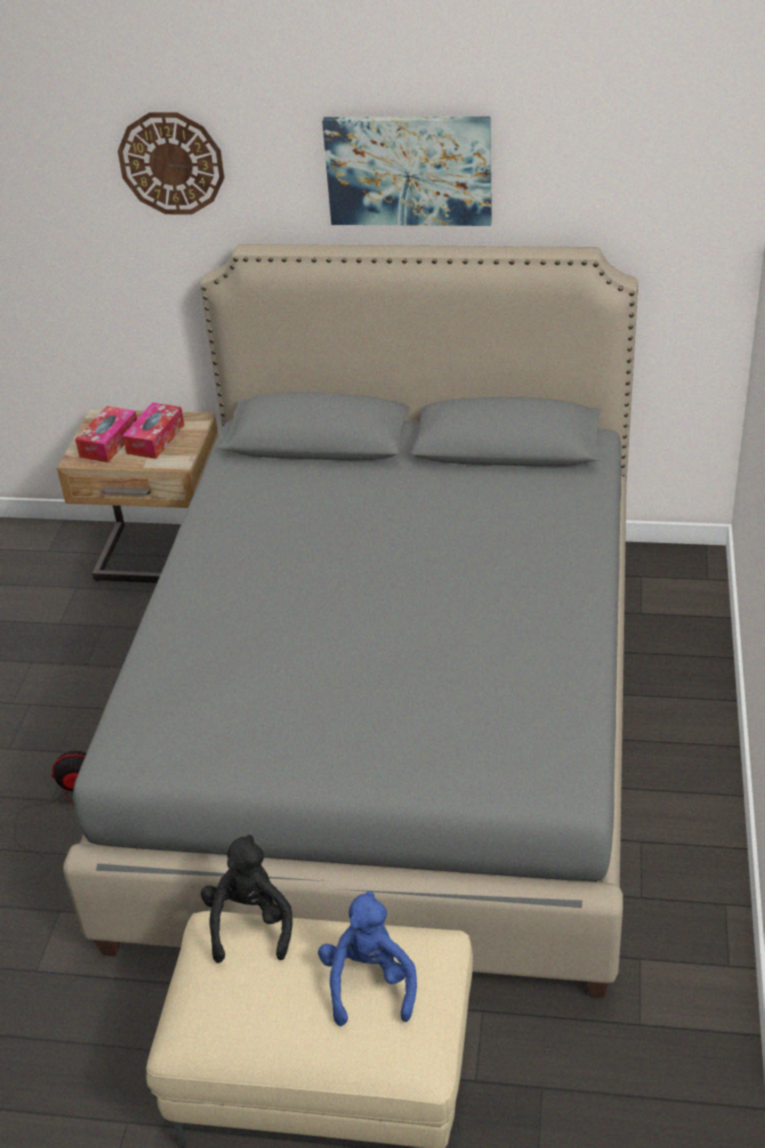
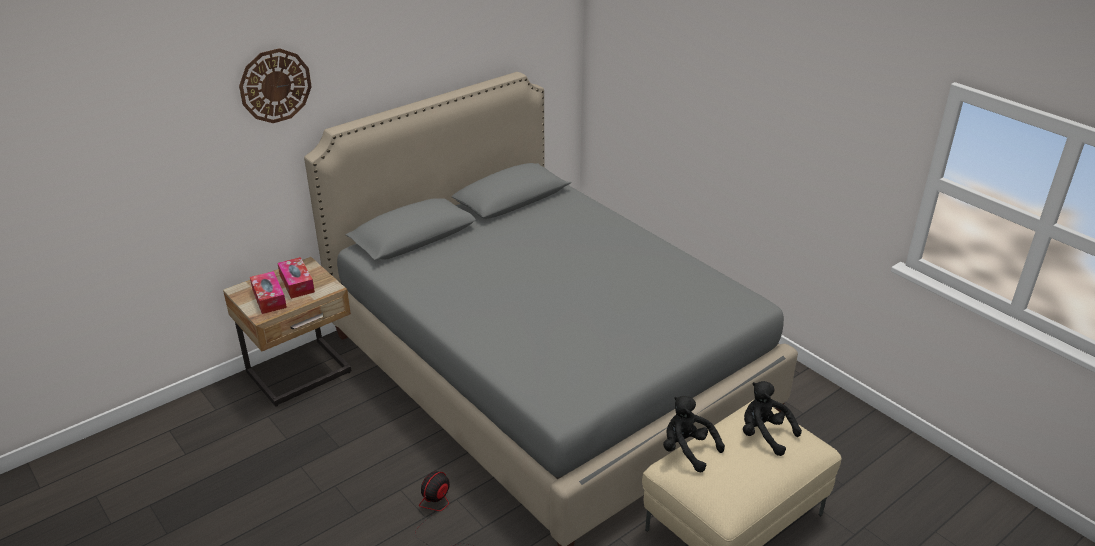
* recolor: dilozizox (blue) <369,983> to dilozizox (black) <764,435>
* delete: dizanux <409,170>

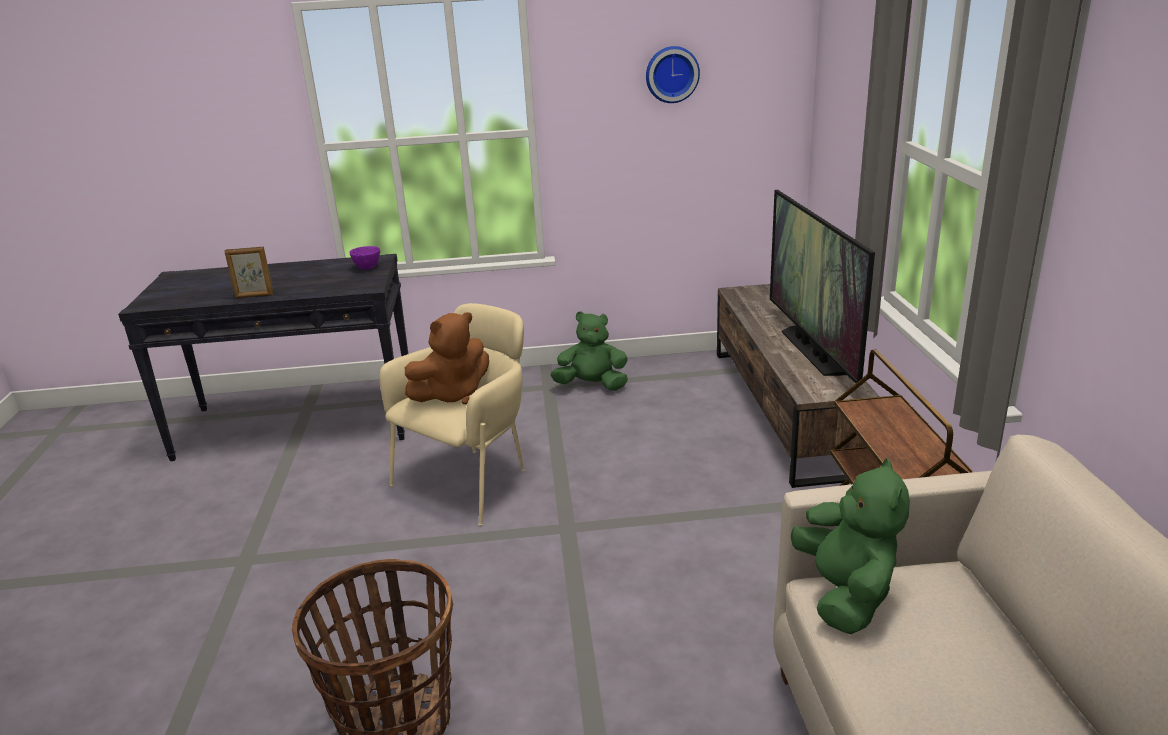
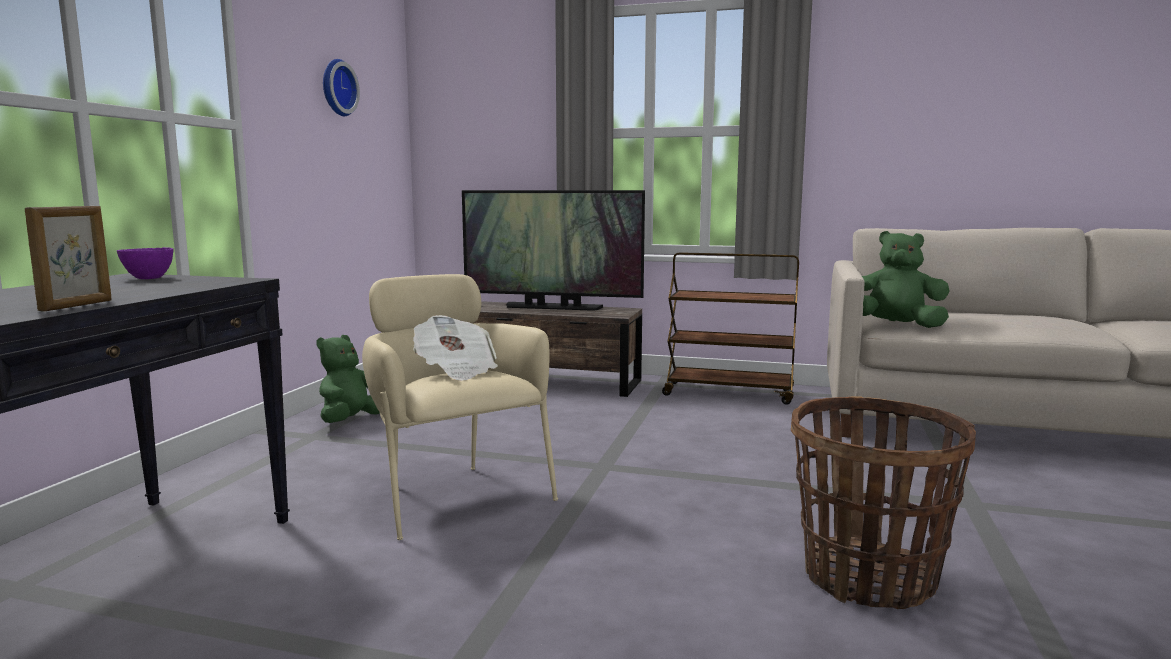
* replace: dilozizox (brown) <452,394> to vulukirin <456,370>

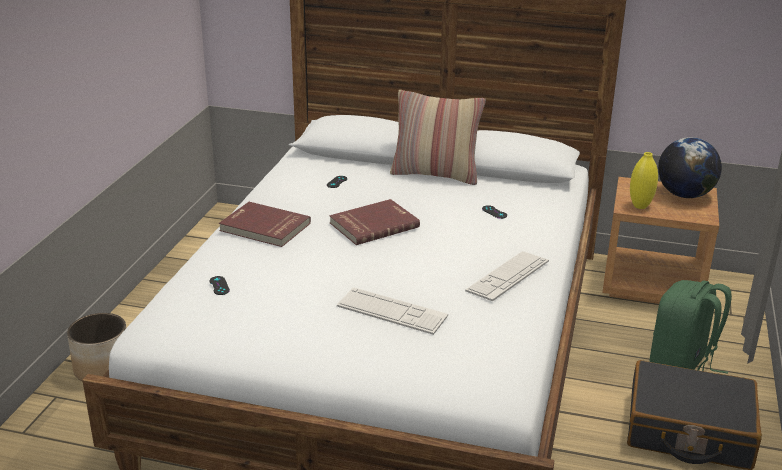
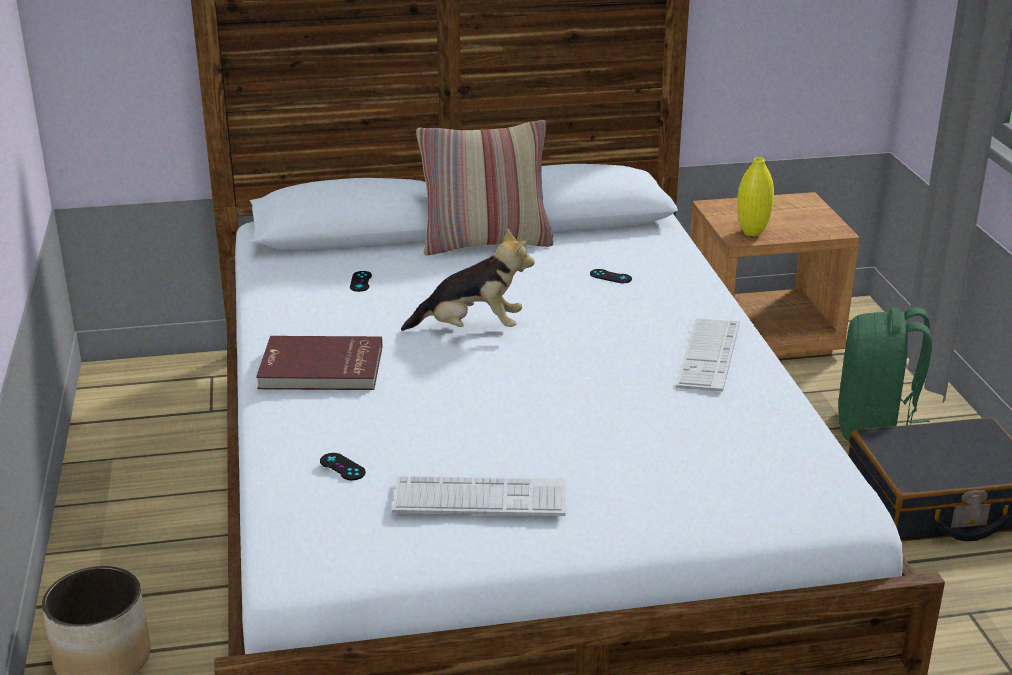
* replace: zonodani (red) <373,224> to dilozizox <471,329>
* move: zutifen <391,311> to <479,498>
* delete: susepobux <684,195>

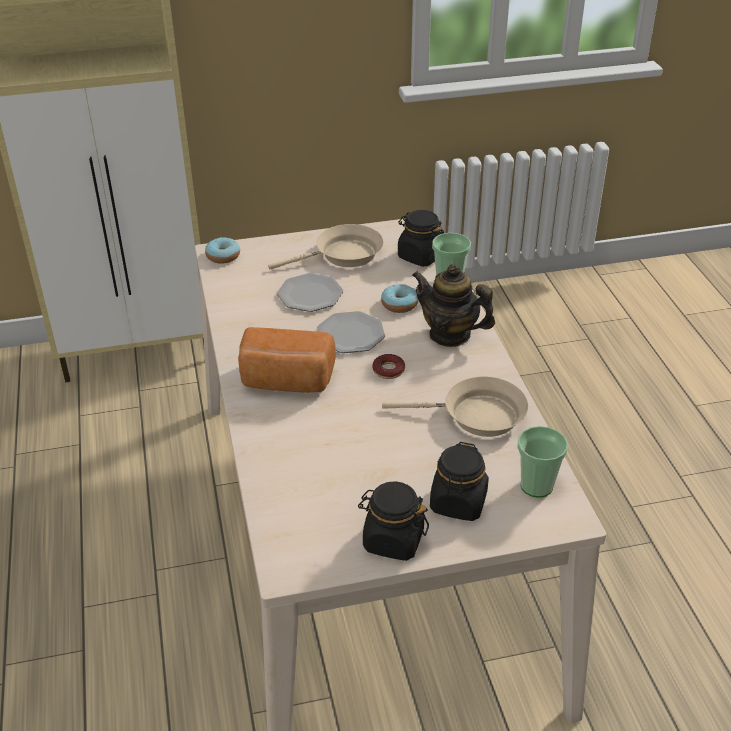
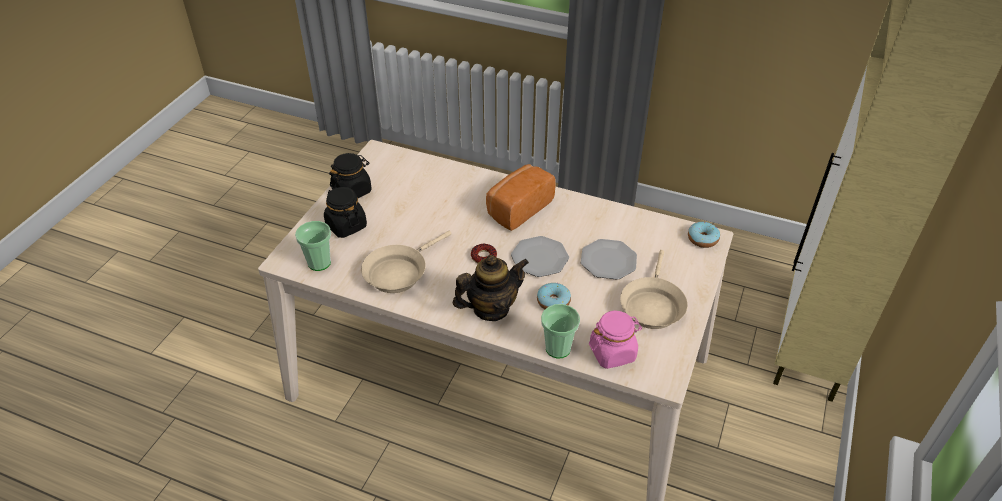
* recolor: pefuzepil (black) <420,256> to pefuzepil (pink) <612,352>

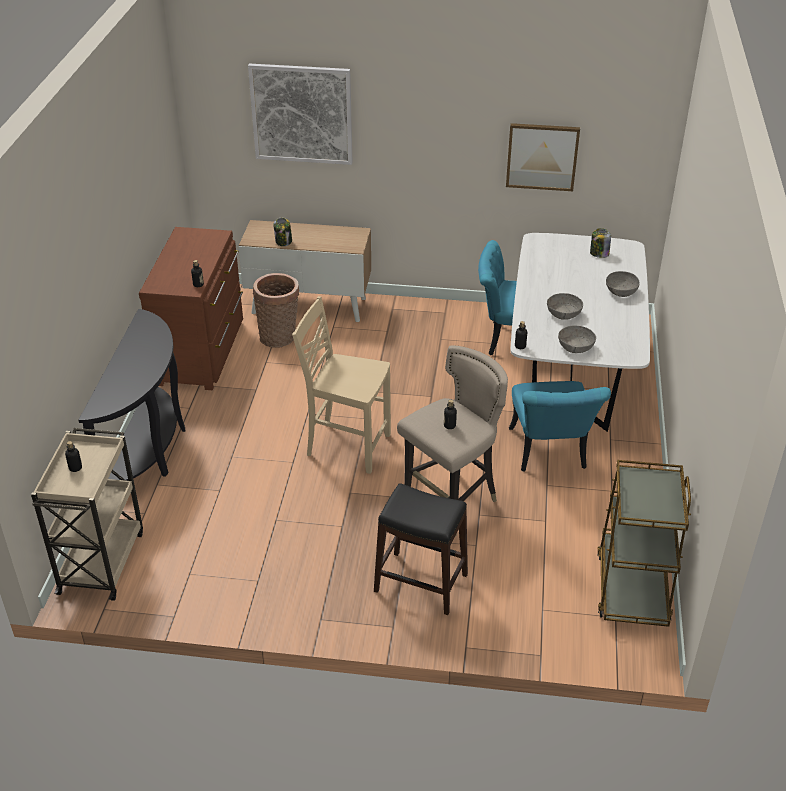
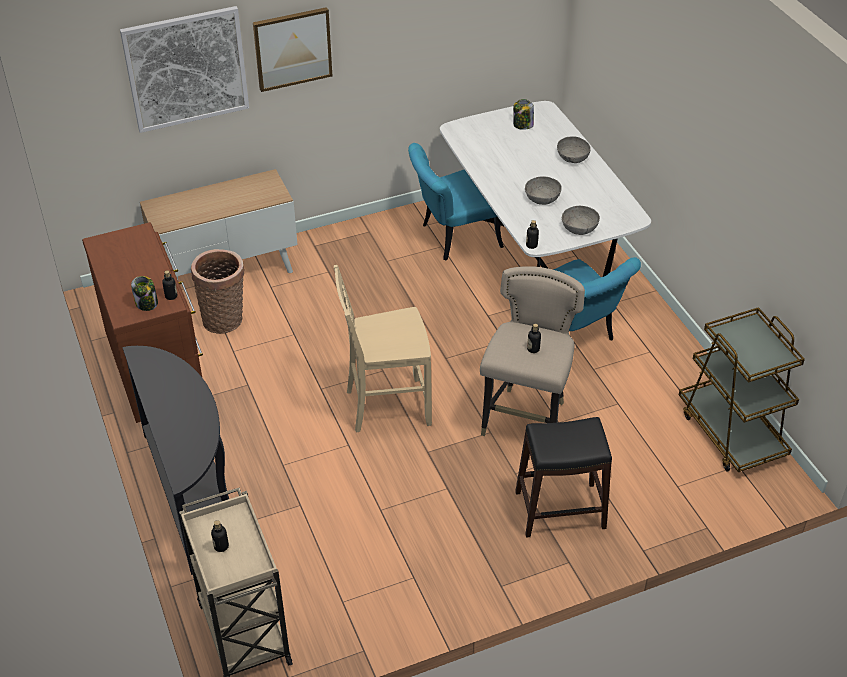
* move: pefuzepil <283,241> to <147,303>
* move: dizanux <542,156> to <292,48>

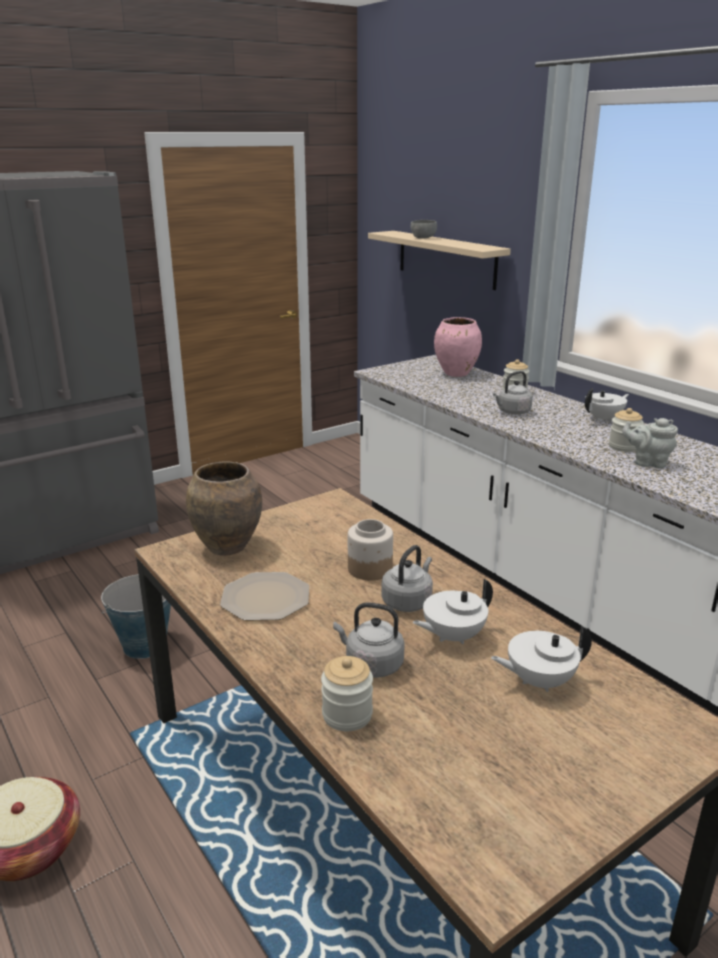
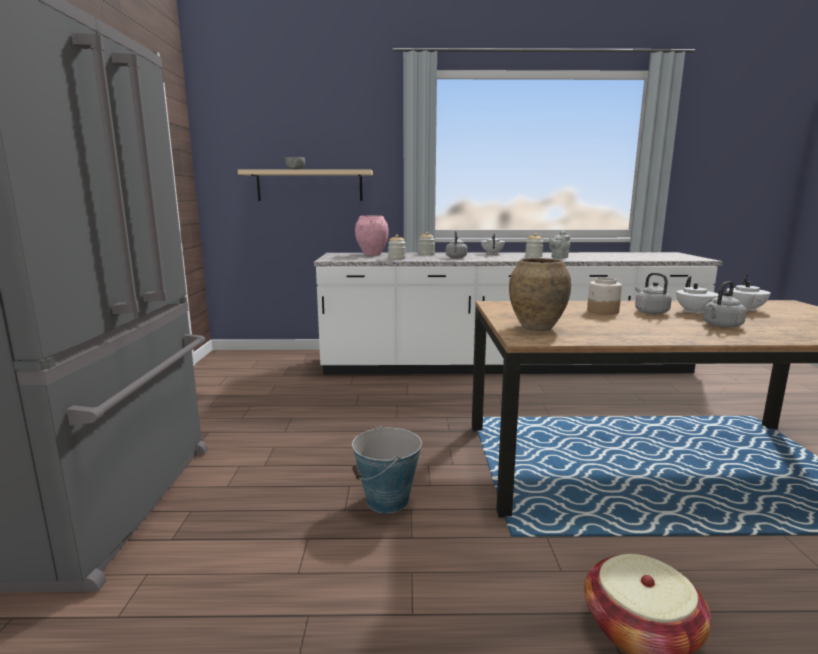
* delete: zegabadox <264,598>
* move: pefuzepil <347,715> to <396,258>

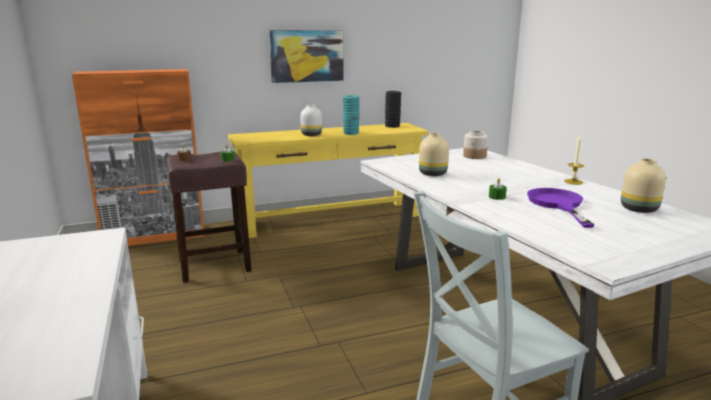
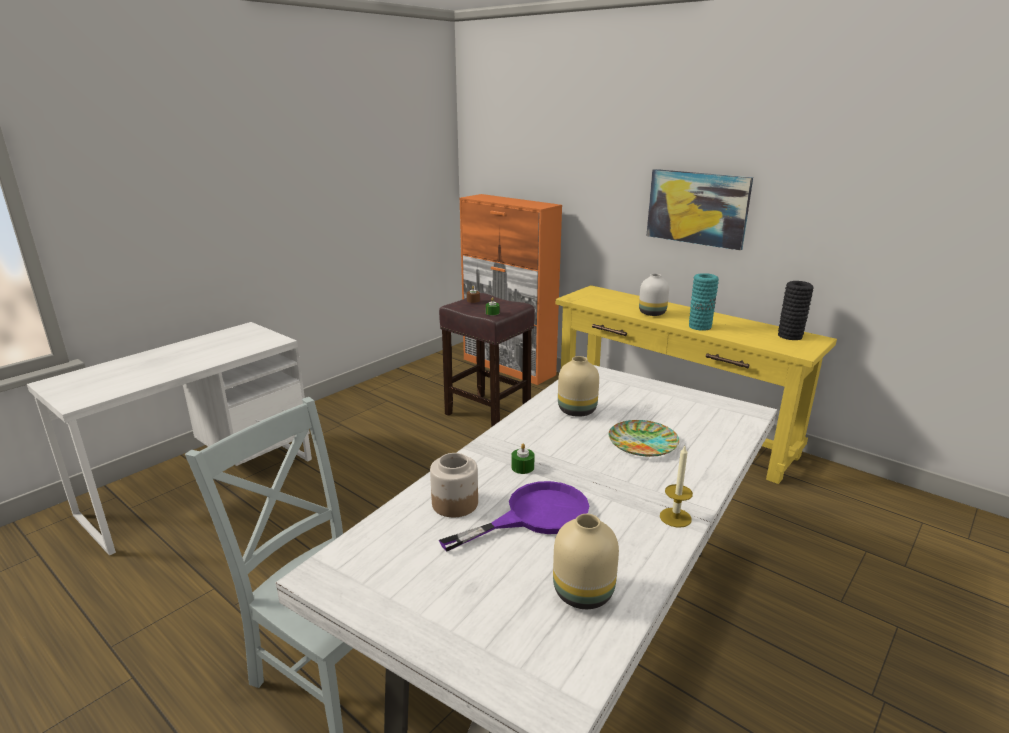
* move: pefuzepil <474,156> to <454,504>
* insert: zegabadox <642,442>

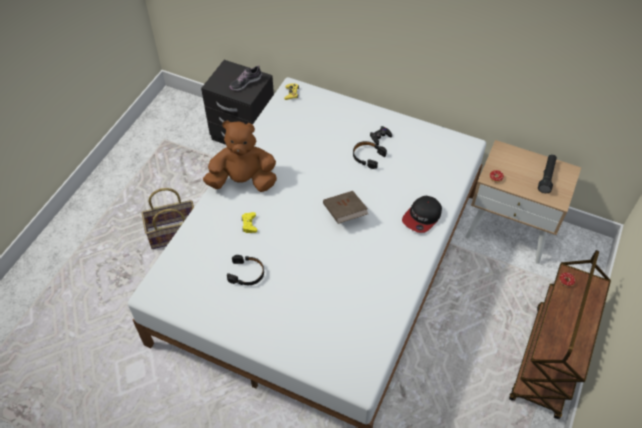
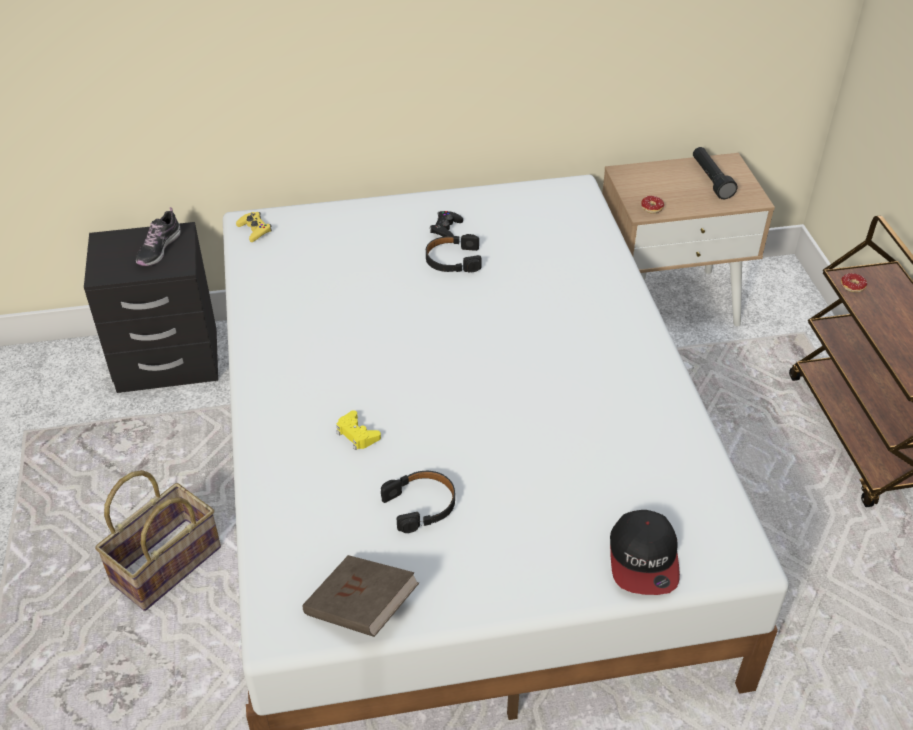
* delete: dilozizox (brown) <243,181>
* move: zonodani (brown) <344,213> to <361,610>
* move: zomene <422,217> to <644,559>

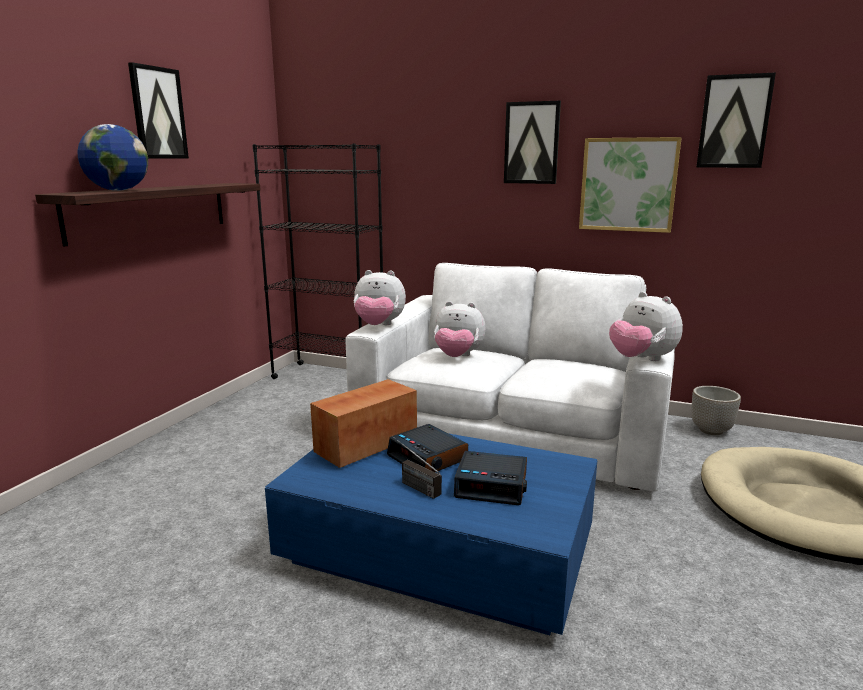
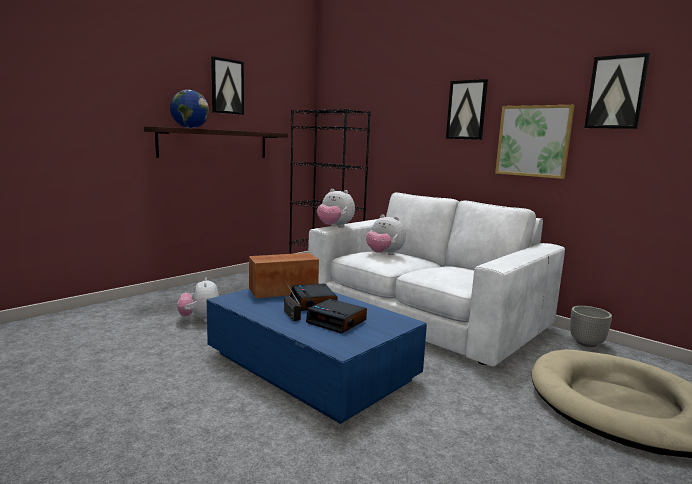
* move: dilozizox <641,359> to <200,319>

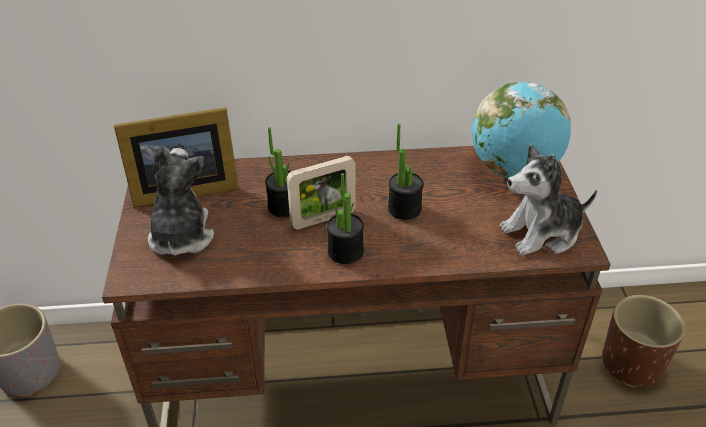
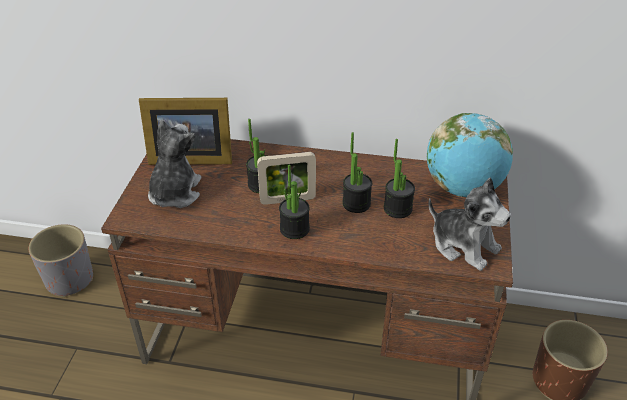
* rotate: dilozizox <542,233> = <464,245> 135 degrees counterclockwise
* insert: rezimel <397,209>

